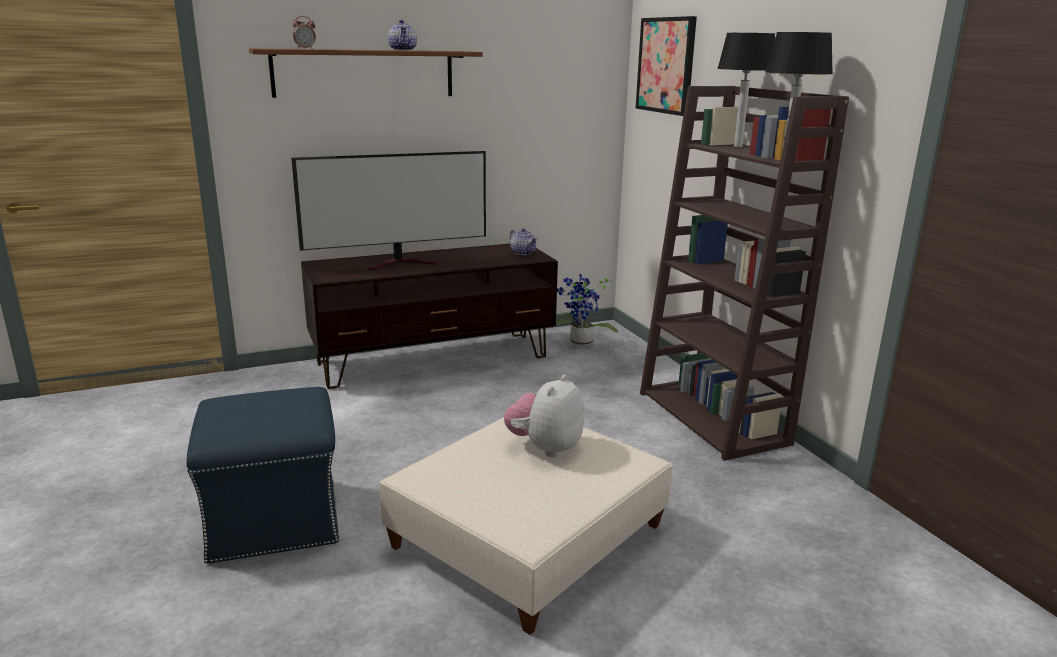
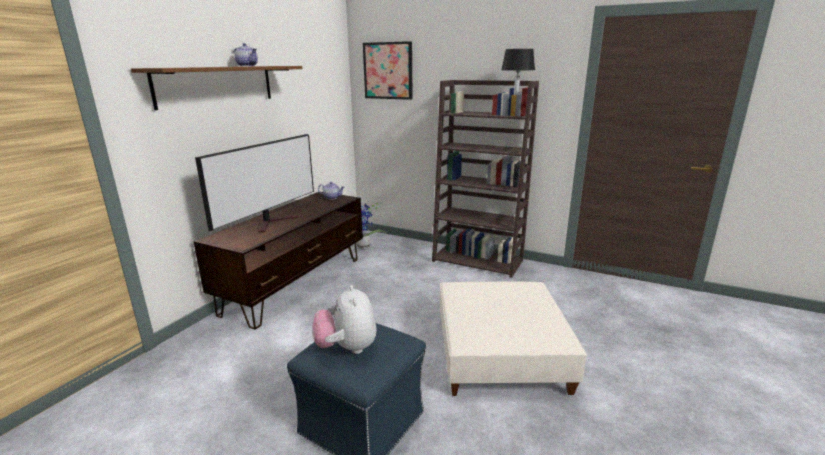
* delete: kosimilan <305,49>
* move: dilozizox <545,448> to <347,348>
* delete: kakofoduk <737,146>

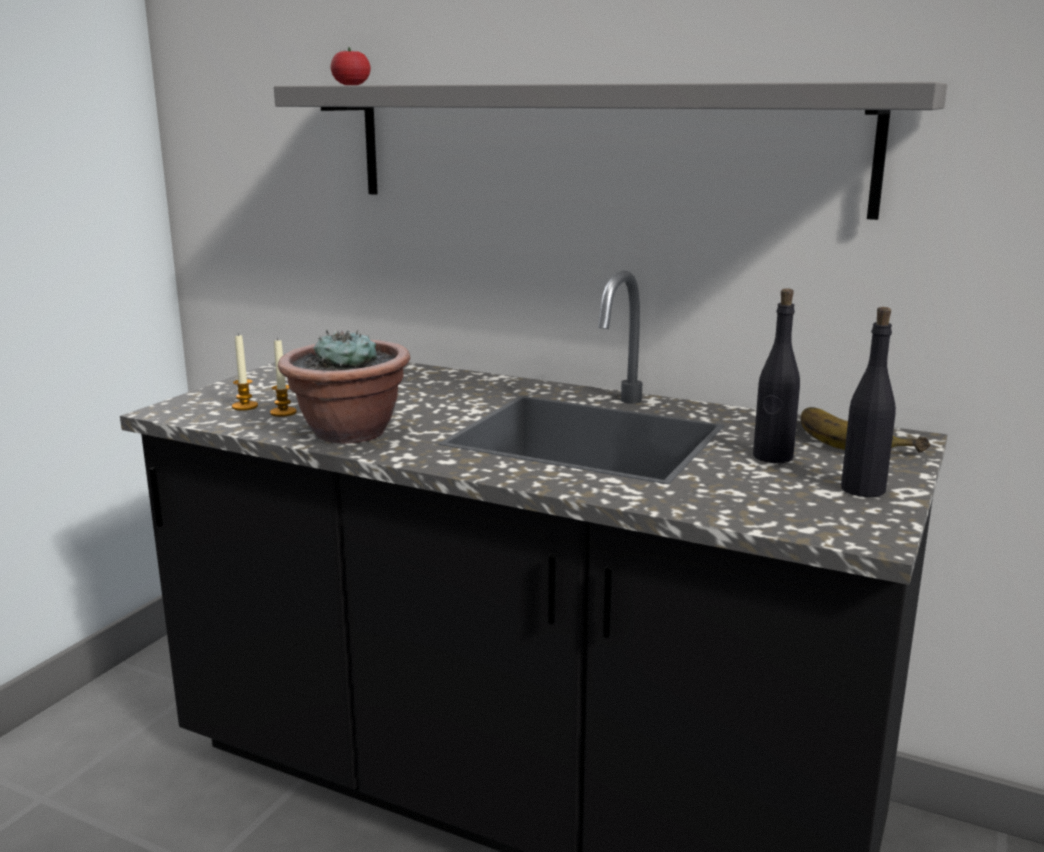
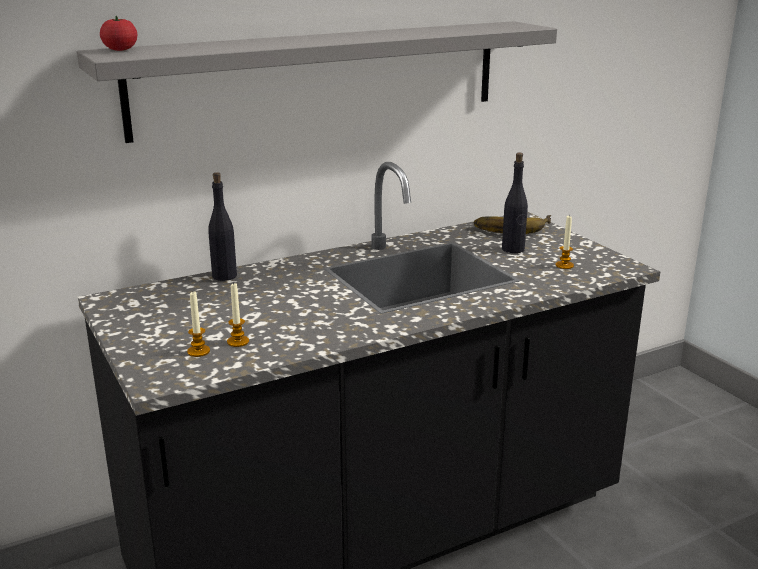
* delete: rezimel <348,433>
* move: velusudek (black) <863,489> to <224,276>
* insert: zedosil <564,265>

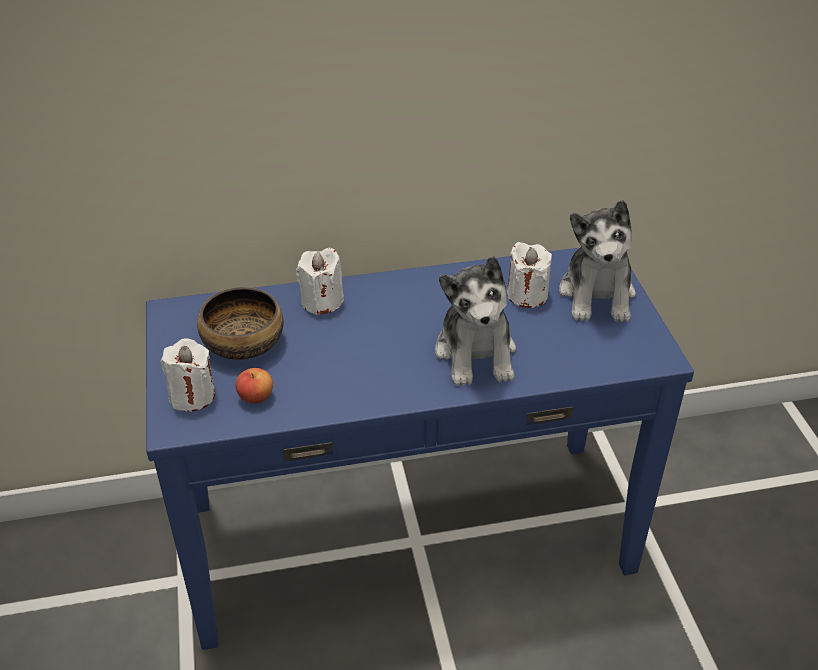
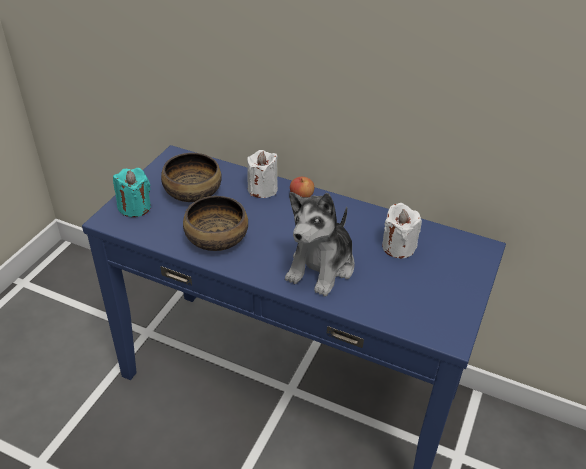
* recolor: zedosil (white) <192,396> to zedosil (turquoise) <135,207>
* move: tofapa <256,397> to <301,196>
* delete: dilozizox <597,295>
* insert: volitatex <216,238>

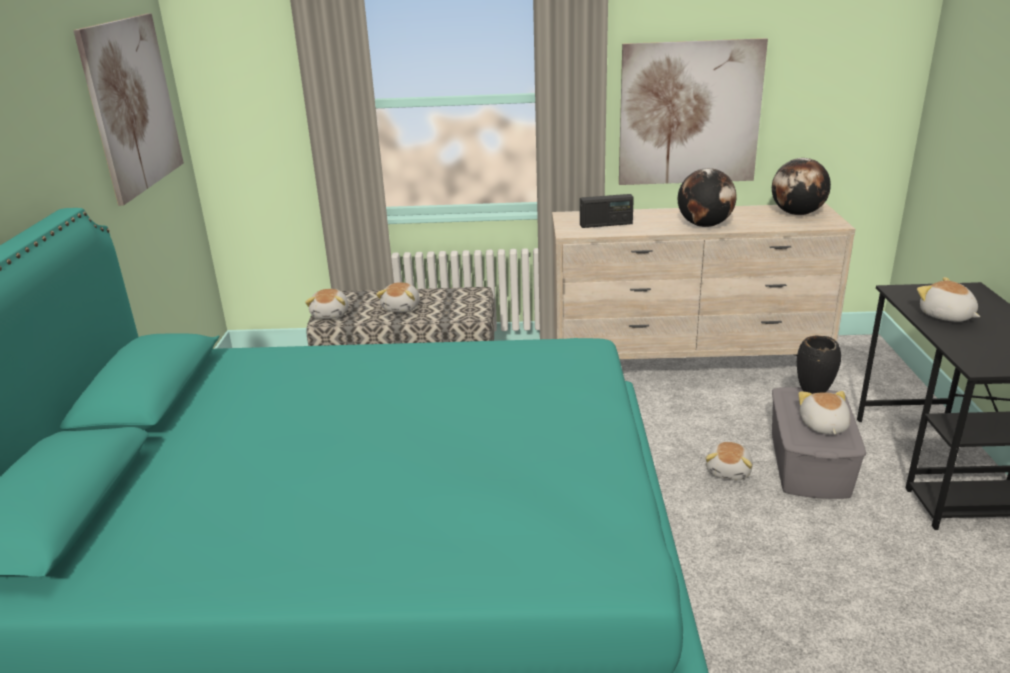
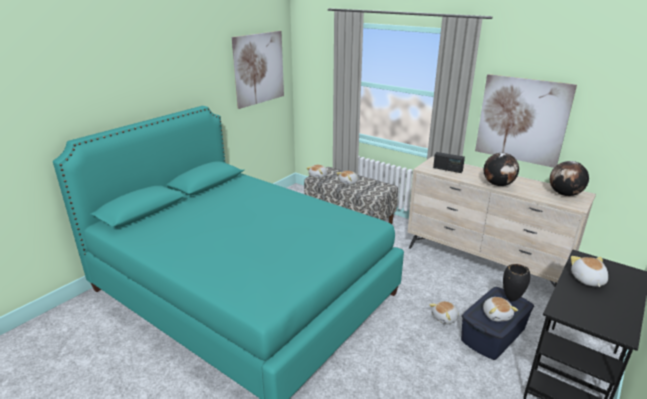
* recolor: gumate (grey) <808,463> to gumate (blue) <492,334>
* rotate: dilozizox <823,426> = <496,315> 135 degrees clockwise

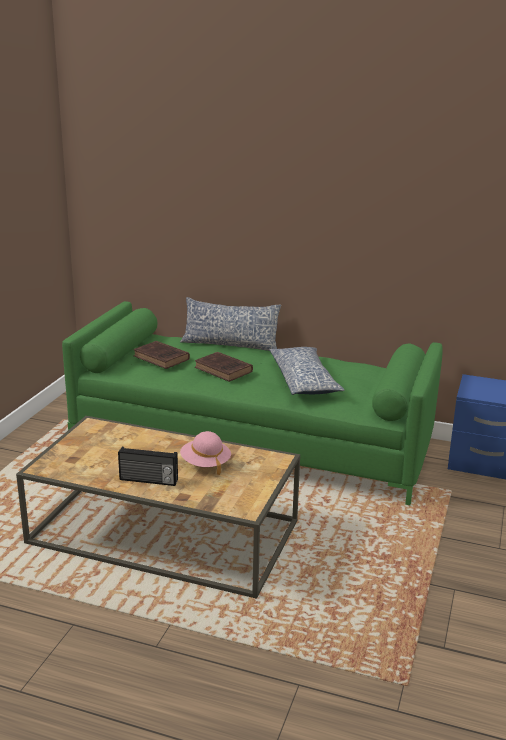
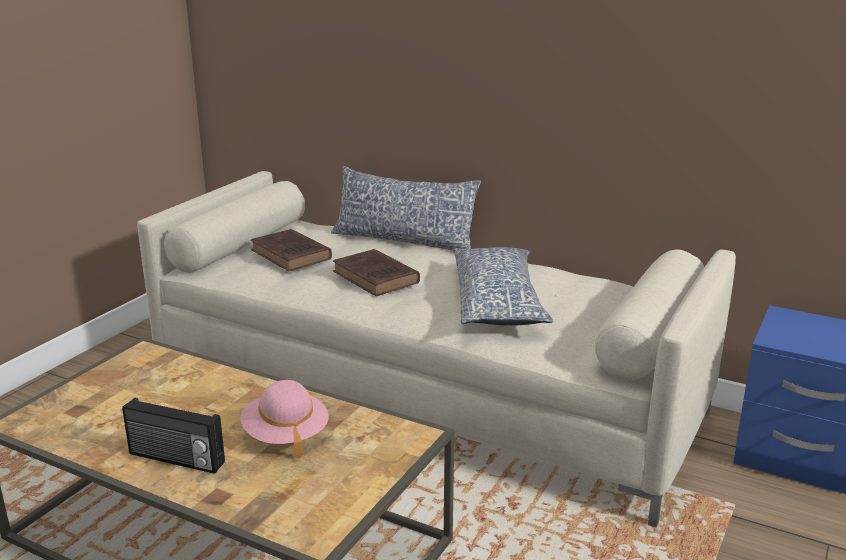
* recolor: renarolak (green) <252,441> to renarolak (beige) <424,391>

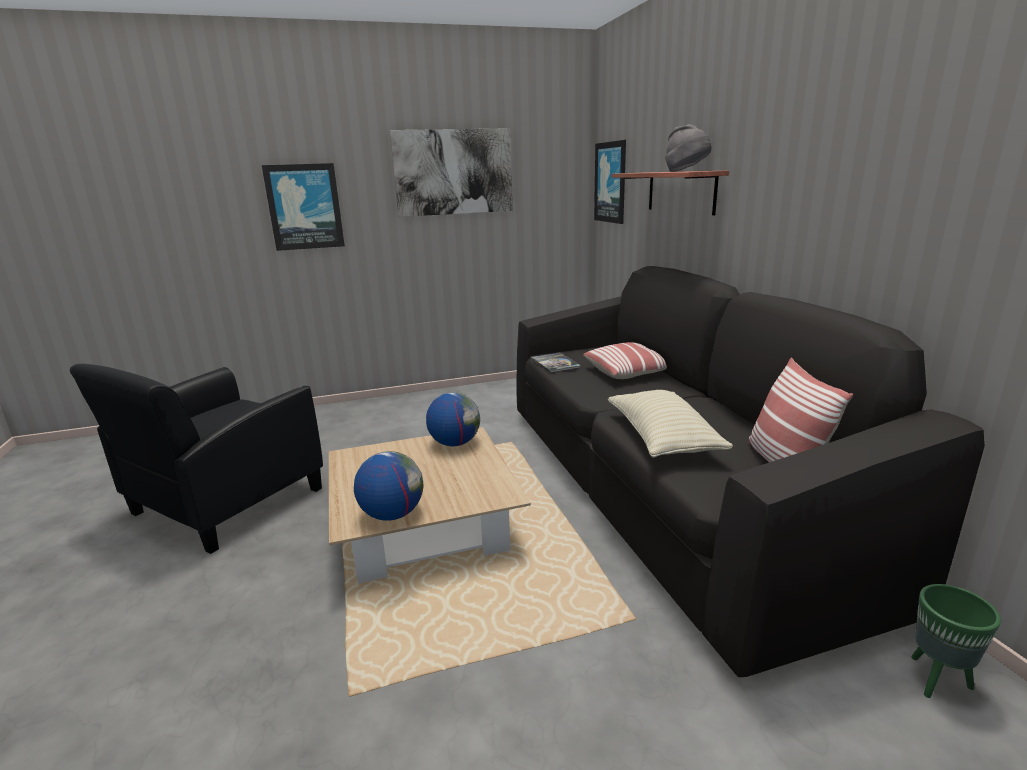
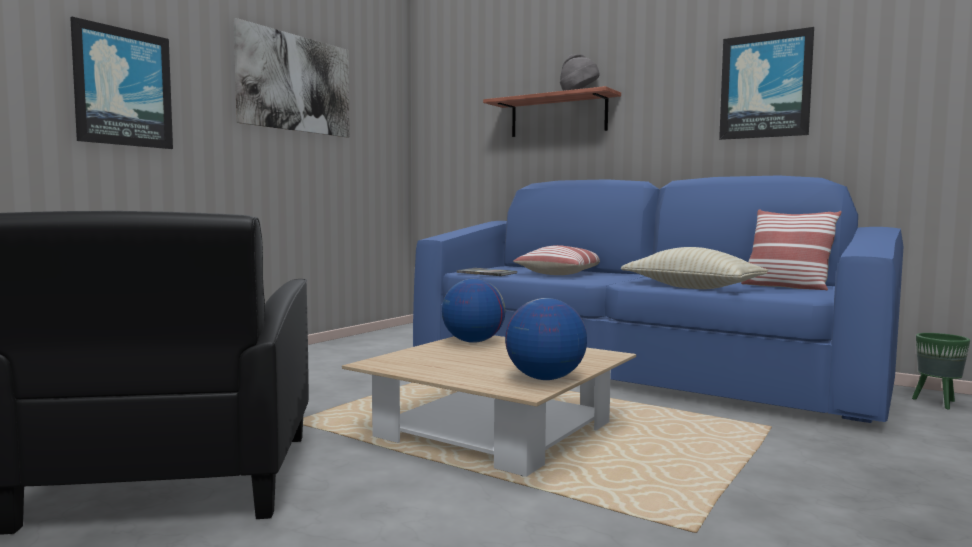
* recolor: renarolak (black) <661,488> to renarolak (blue) <634,370>
* move: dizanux <611,182> to <765,86>

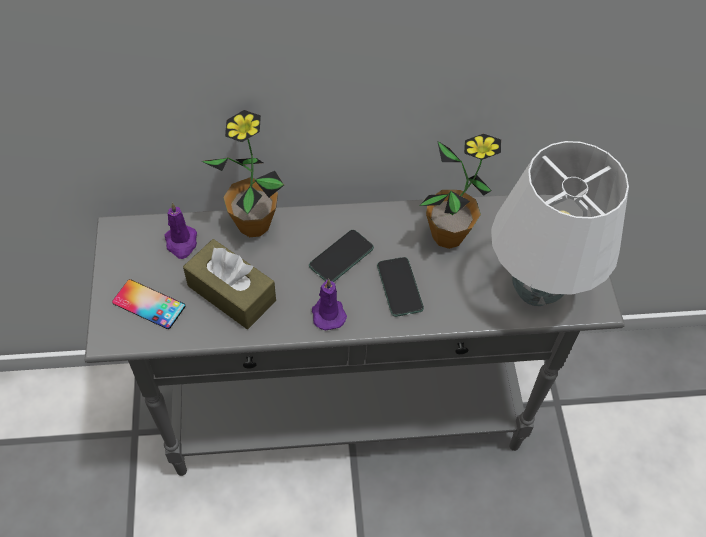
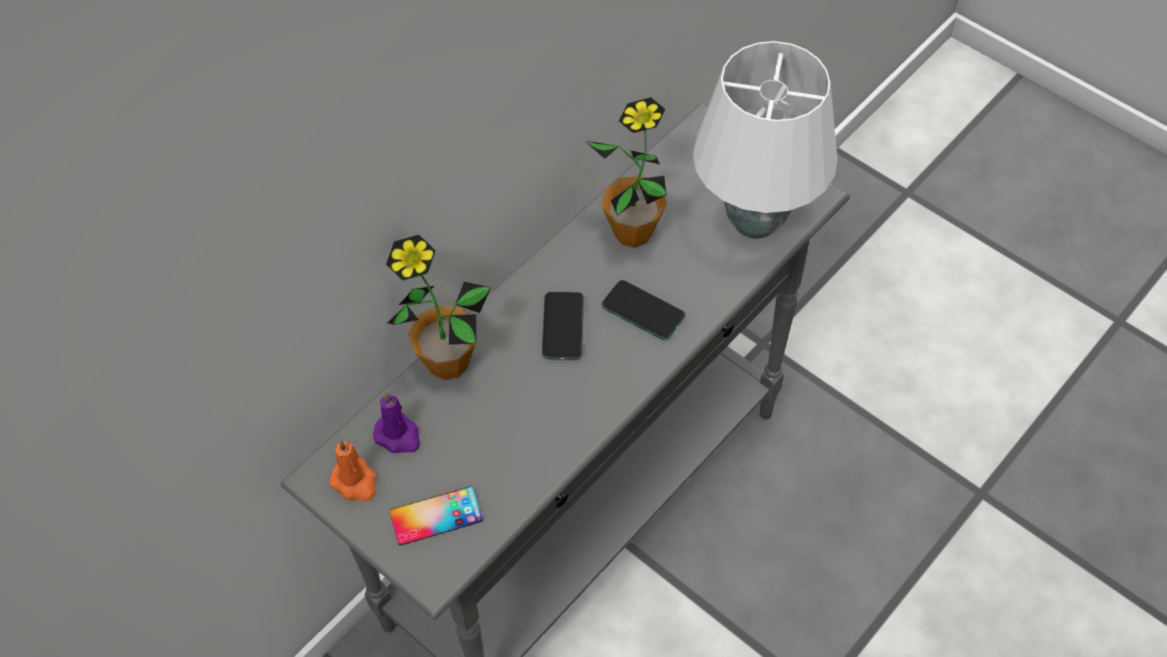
* delete: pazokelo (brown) <231,293>
* delete: zedosil (purple) <328,313>
* insert: zedosil (orange) <355,482>

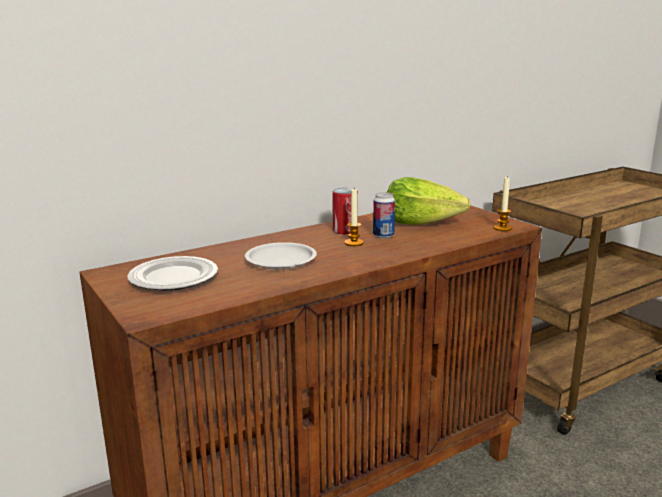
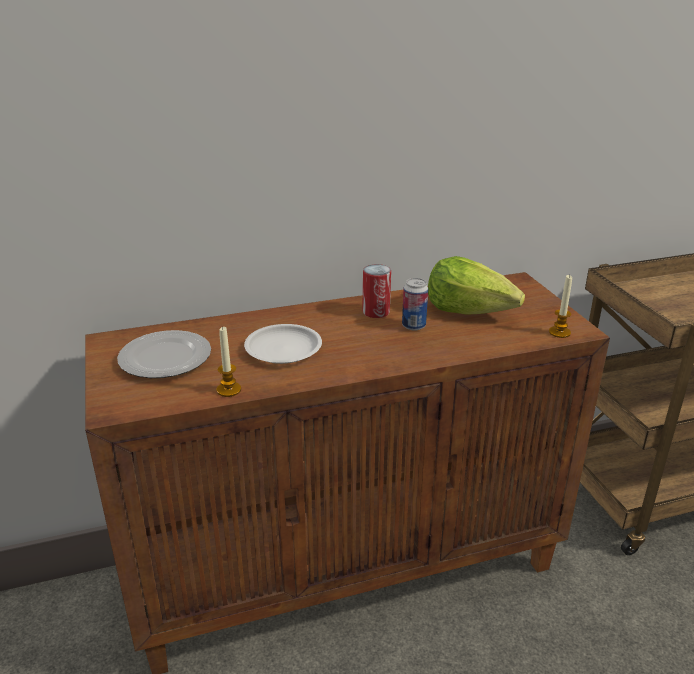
* move: zedosil <354,243> to <229,390>

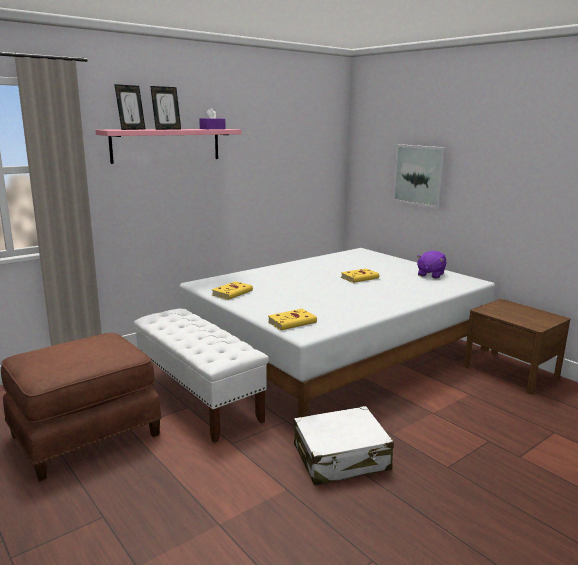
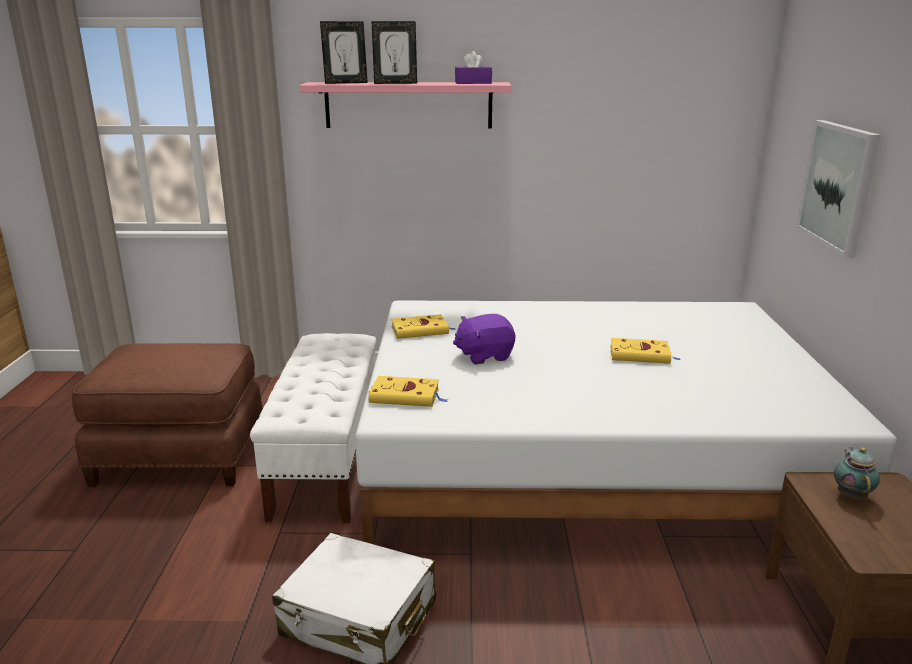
* move: dilozizox (purple) <430,275> to <484,355>
* insert: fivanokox <851,495>

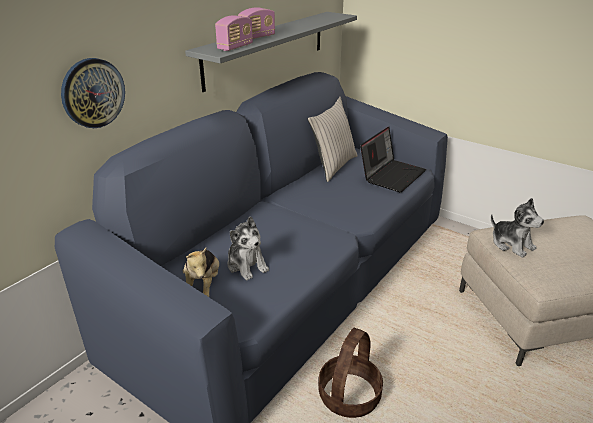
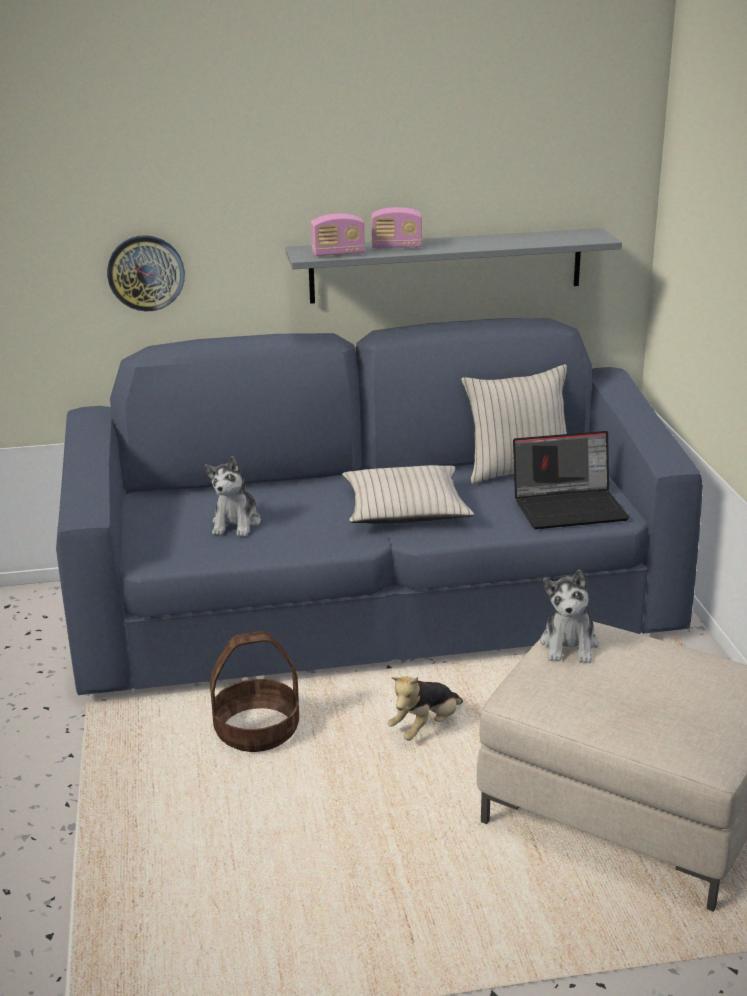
* move: dilozizox <203,285> to <425,727>
* insert: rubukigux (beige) <405,509>

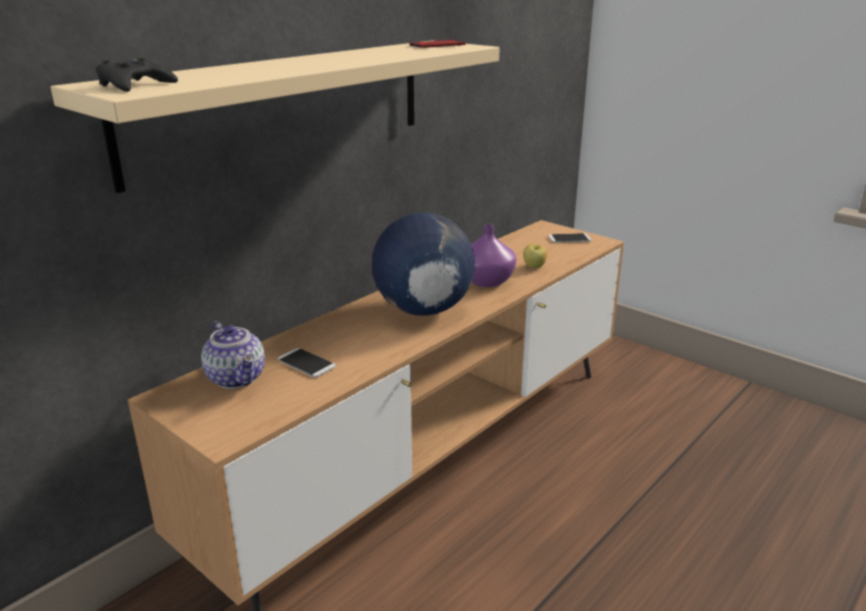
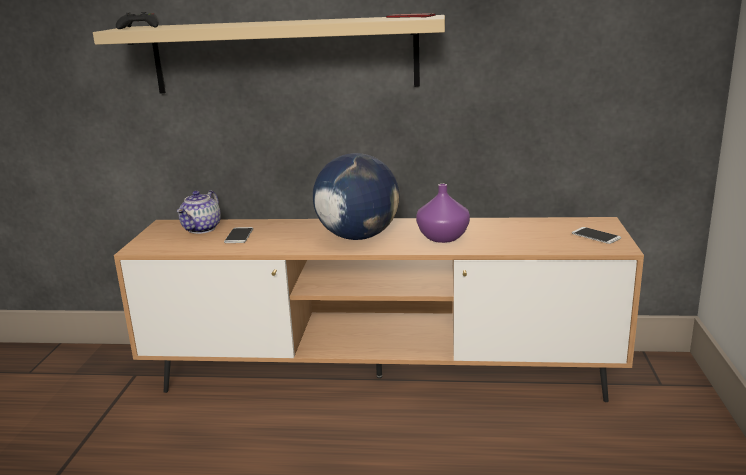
* delete: tofapa <534,267>

